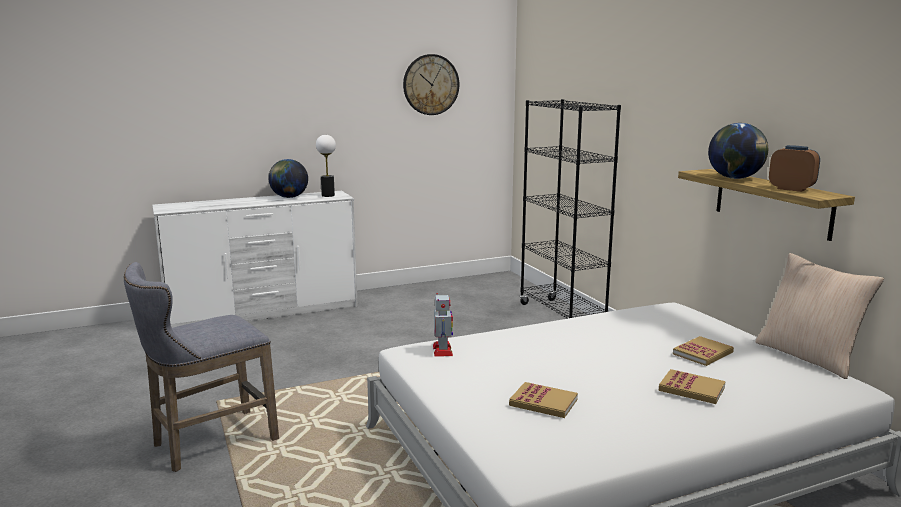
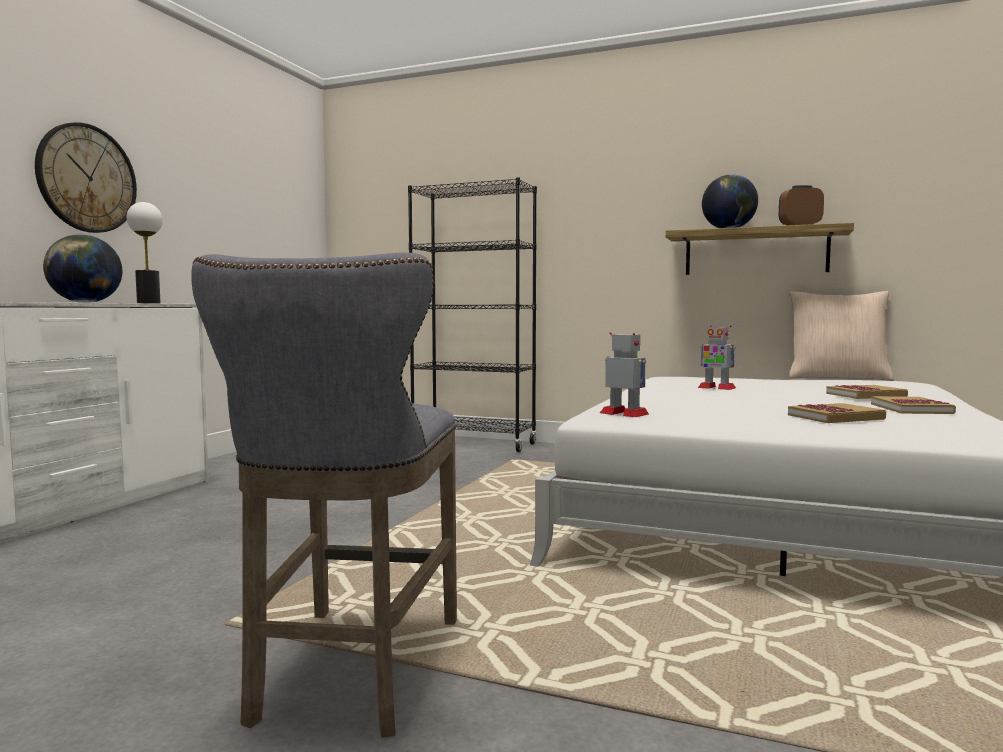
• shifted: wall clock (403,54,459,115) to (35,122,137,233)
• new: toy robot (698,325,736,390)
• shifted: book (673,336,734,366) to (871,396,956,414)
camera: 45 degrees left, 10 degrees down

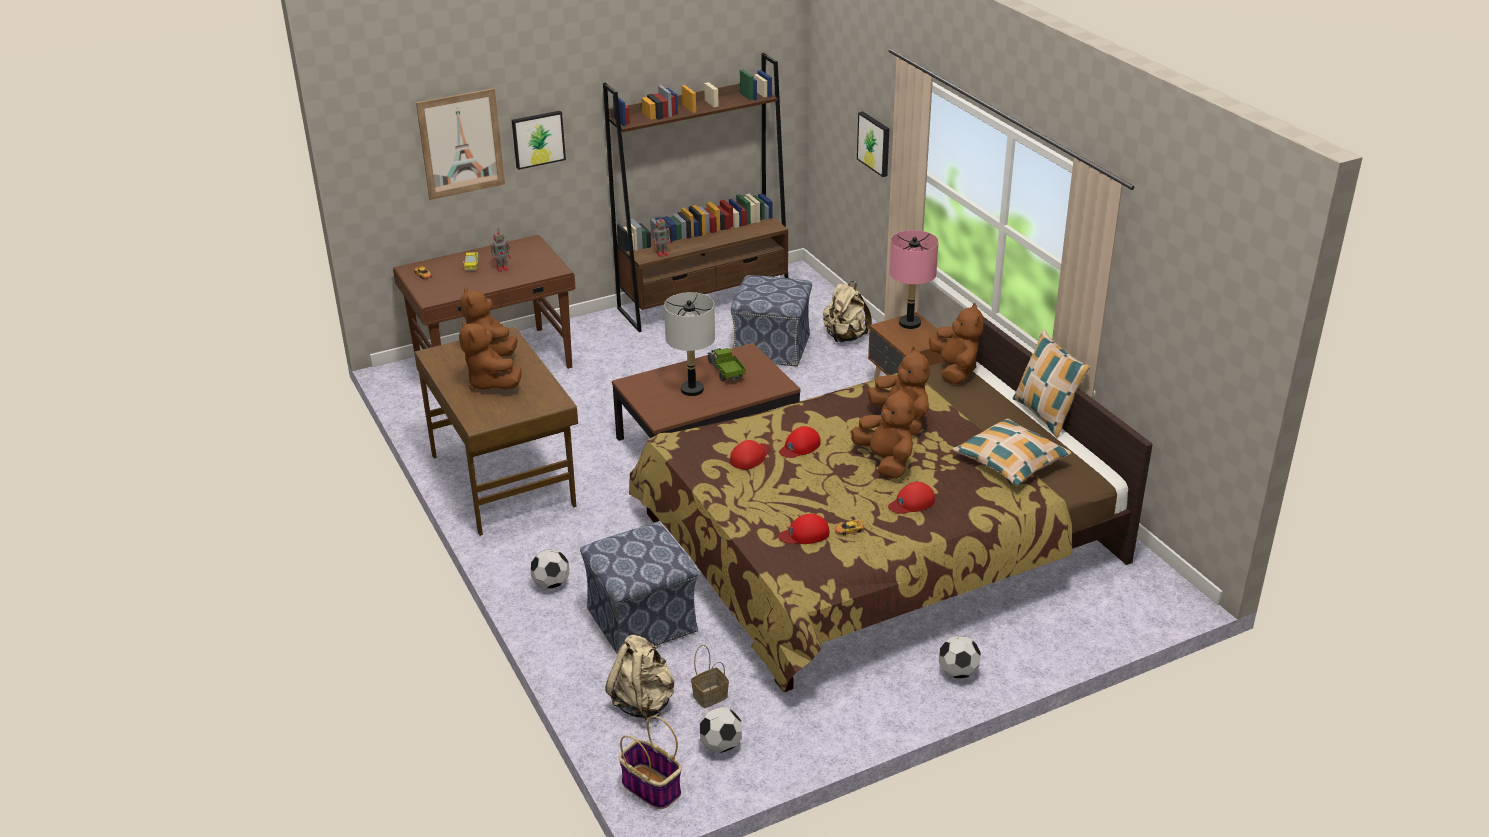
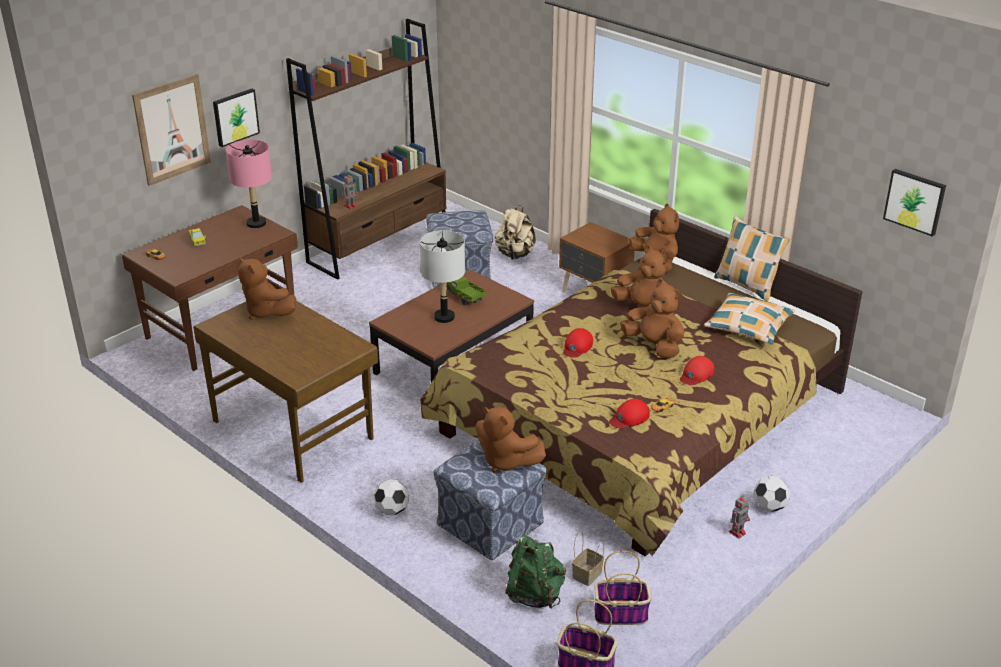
• shifted: pink table lamp (889,230,939,329) to (226,139,272,228)
• shifted: brown plush toy (459,321,522,391) to (475,406,546,473)
• repainted: beige backpack (605,635,674,721) to green backpack (505,535,566,608)
• swapped: football (700,707,742,753) to basket (594,550,652,625)
• shifted: toy robot (491,231,511,272) to (729,495,750,539)
• shifted: picture (857,112,889,177) to (883,169,946,237)
• gone: red cap (730,440,770,470)
camera: 20 degrees left, 0 degrees up

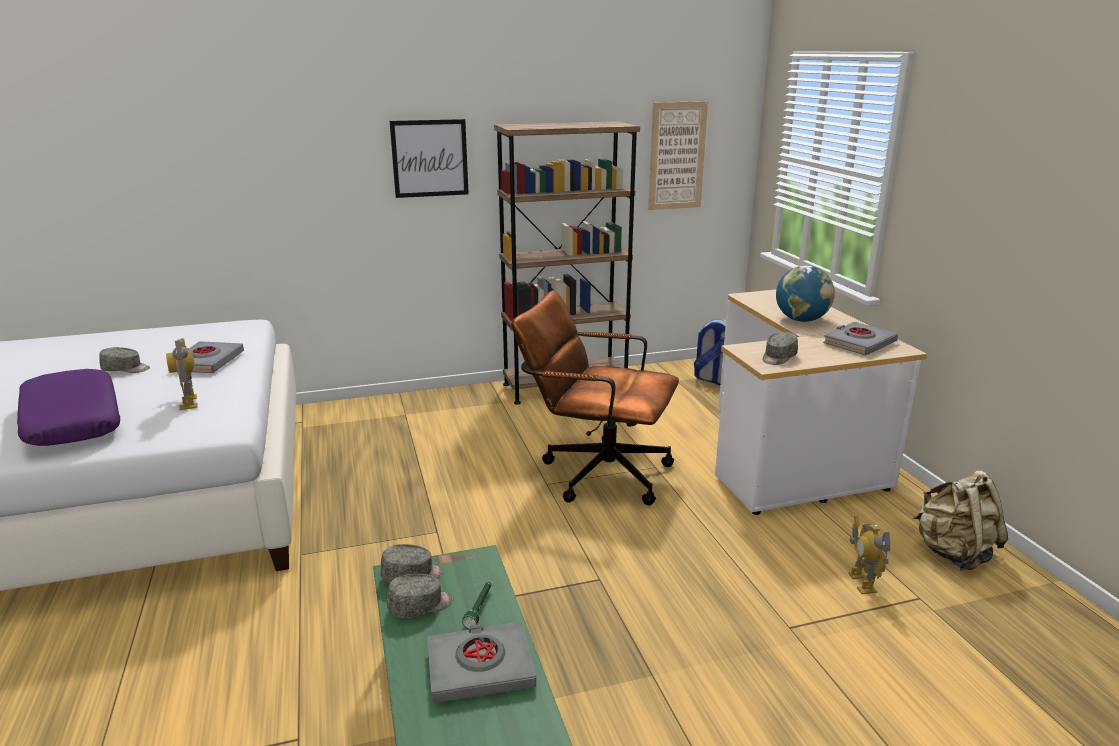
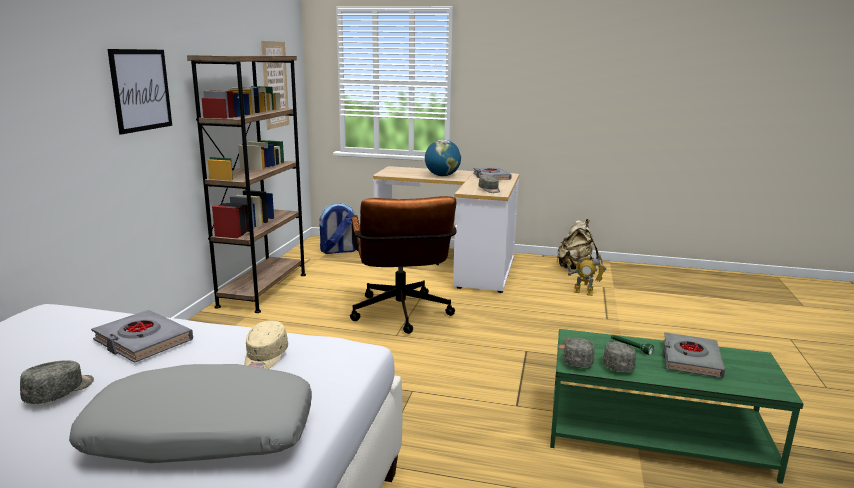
• repainted: purple pillow (17,369,120,446) to grey pillow (69,364,312,463)
• swapped: toy robot (166,338,197,410) to beige cap (244,320,288,369)
• rotated: brown office chair (511,290,679,505) = (350,196,457,334) 60 degrees counterclockwise
camera: 60 degrees left, 5 degrees down

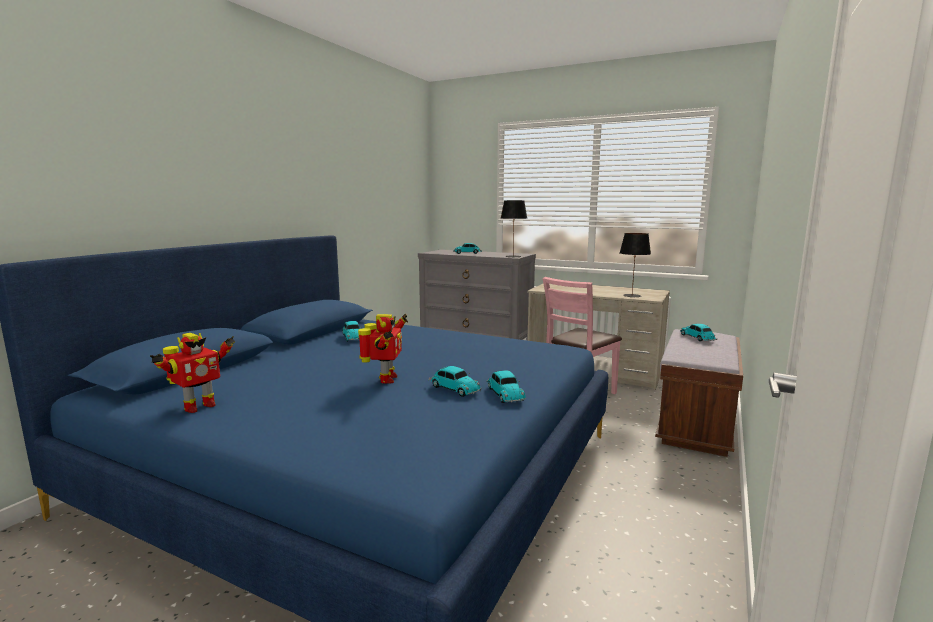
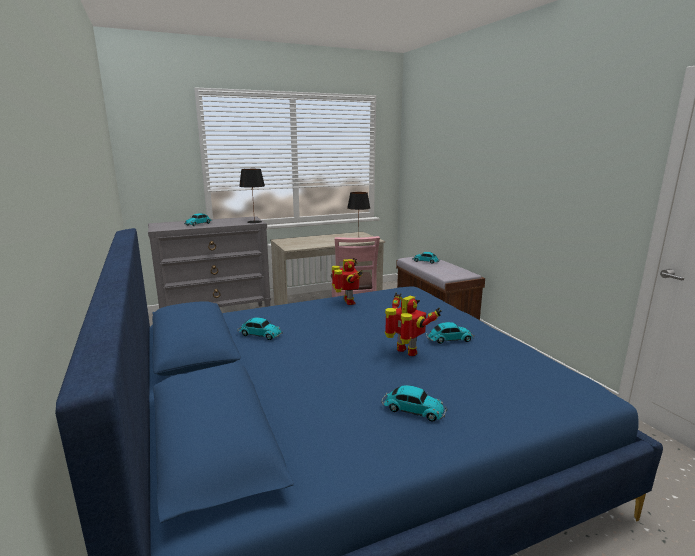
• shifted: toy robot (150,333,235,413) to (332,258,363,305)
• shifted: toy car (486,370,526,403) to (381,385,447,422)
camera: 50 degrees left, 5 degrees up

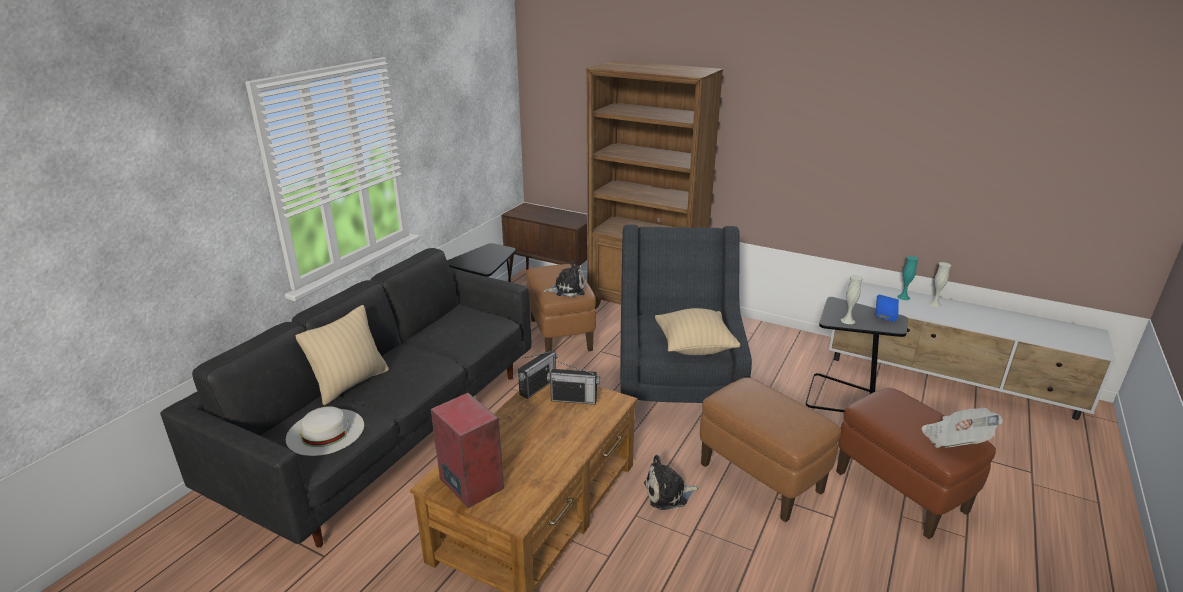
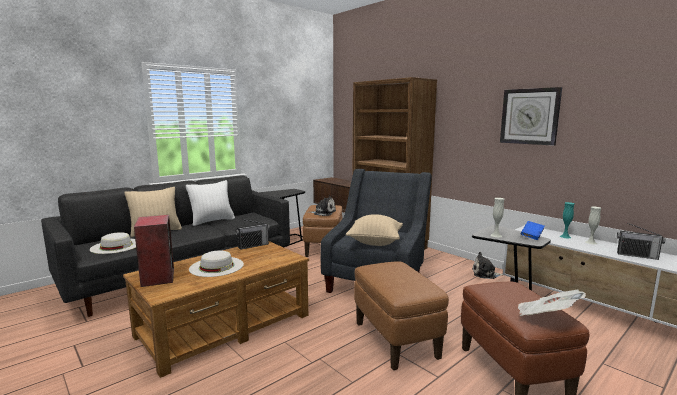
• new: white pillow (186,180,235,226)
• new: white hat (189,251,244,277)
• shifted: plush toy (644,455,699,510) to (472,252,502,279)
• new: wall clock (500,87,562,146)
• shifted: radio (547,360,600,404) to (617,222,665,260)
camera: 20 degrees right, 15 degrees down

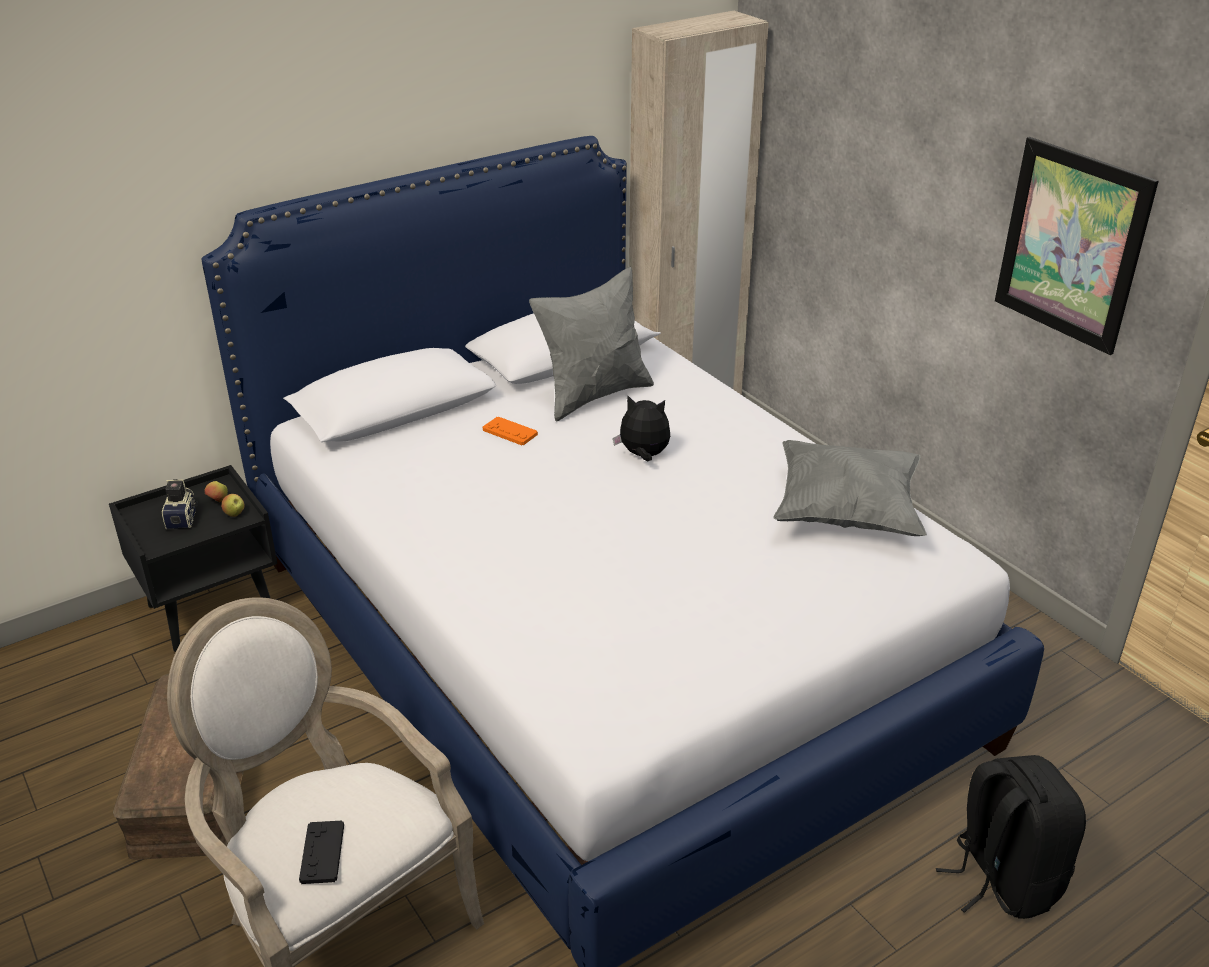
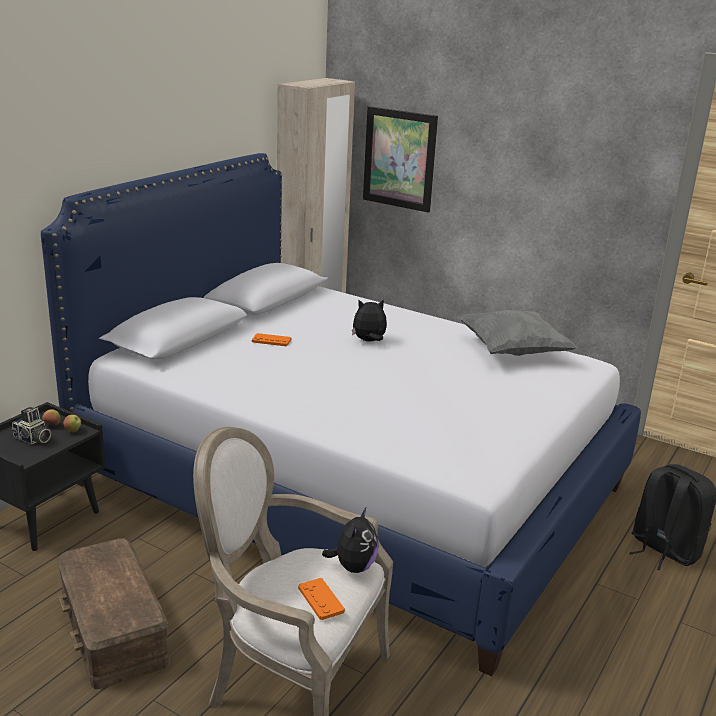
• rotated: photo camera (162,479,198,529) = (11,407,51,444) 150 degrees clockwise
• repainted: black game controller (299,821,344,884) to orange game controller (298,578,345,620)
• new: plush toy (322,508,379,573)
• shifted: picture (995,137,1159,355) to (363,106,438,213)
• gone: grey pillow (529,266,654,421)
camera: 25 degrees left, 10 degrees down

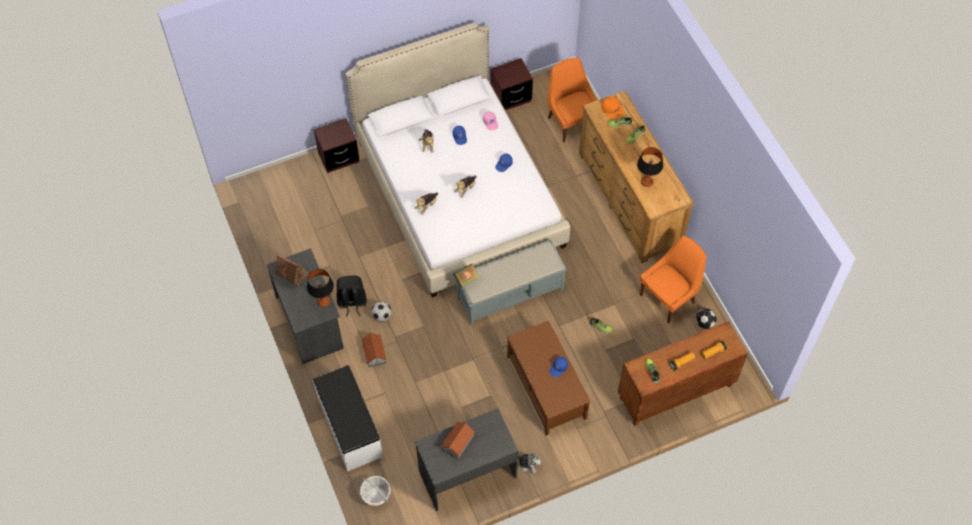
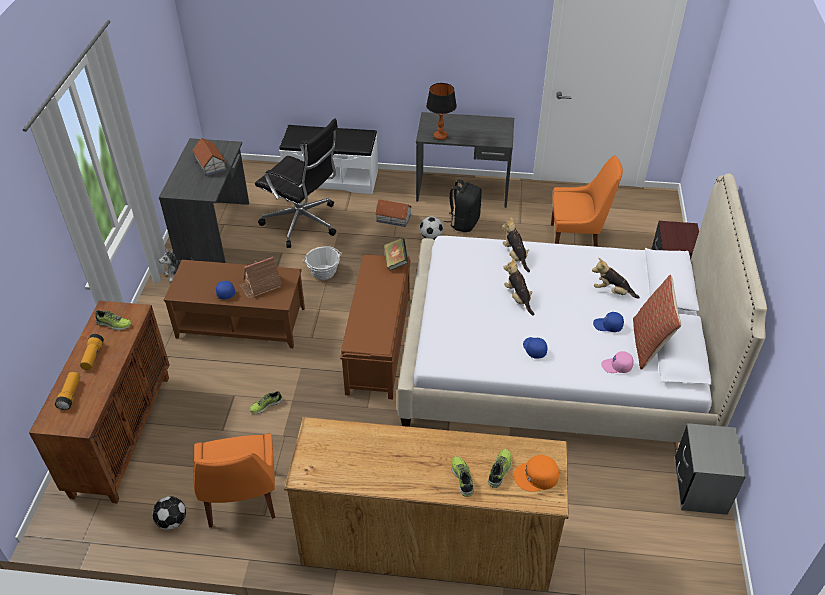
• shifted: toy house (275,255,309,286) to (240,256,282,299)
• new: black office chair (255,119,338,248)
• shifted: basket (360,476,390,506) to (303,246,342,280)
• repainted: grey bench (456,240,567,325) to brown bench (340,255,411,399)
• shifted: orange chair (547,57,597,143) to (551,155,623,247)
• new: pillow (633,275,682,370)
• repainted: brown nightstand (490,58,533,111) to grey nightstand (675,423,746,515)
• gone: table lamp (637,147,663,187)
camera: 120 degrees right, 15 degrees down

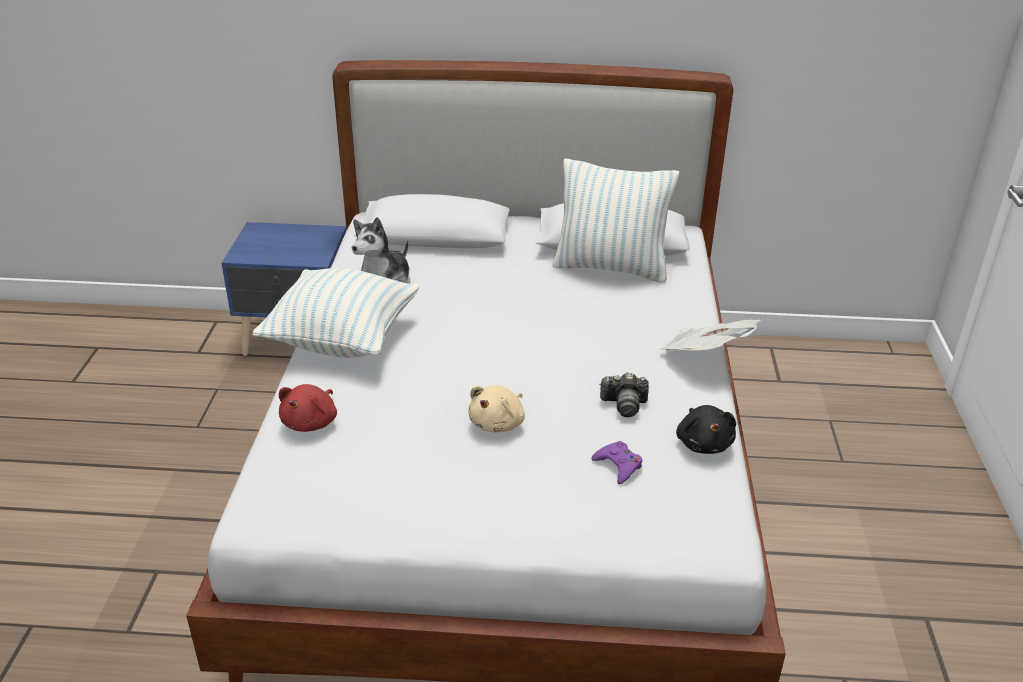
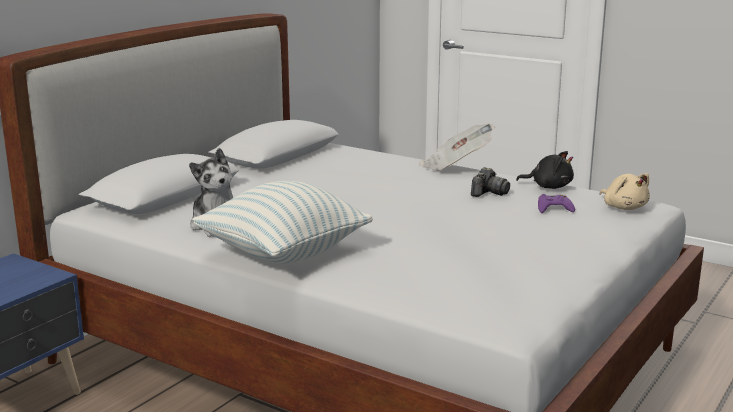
• shifted: beige plush toy (468,385,525,432) to (600,173,650,210)
• gone: red plush toy (279,384,337,432)
• gone: pillow (553,159,679,282)
camera: 60 degrees left, 15 degrees down

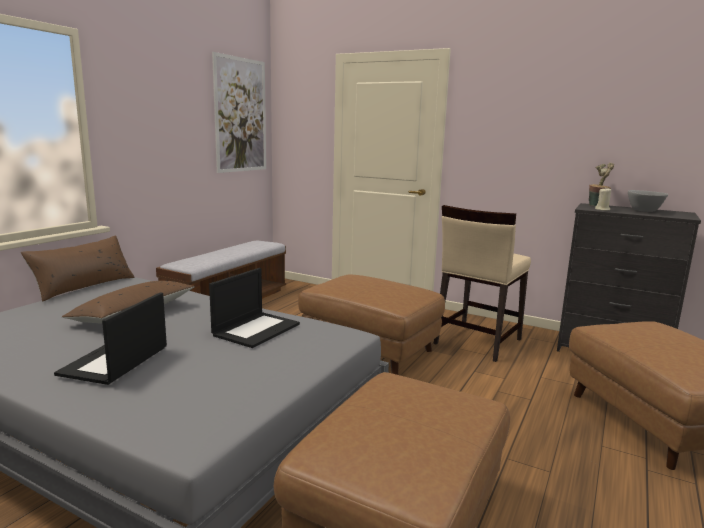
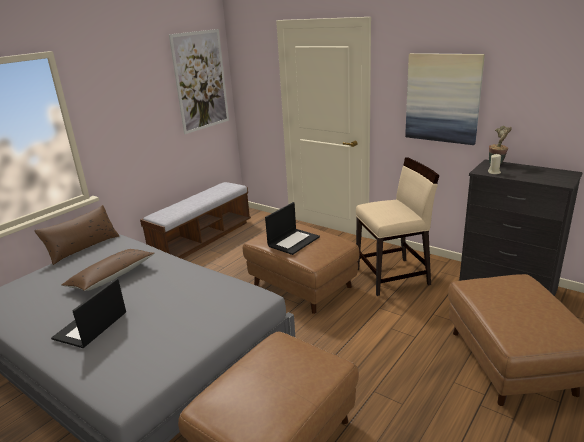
• shifted: laptop (209,268,300,348) to (265,202,320,255)
• rotated: beige chair (434,205,531,362) = (356,158,439,296) 150 degrees counterclockwise
• new: picture (405,53,485,145)
• gone: grey bowl (628,190,668,212)
camera: 10 degrees right, 10 degrees up

